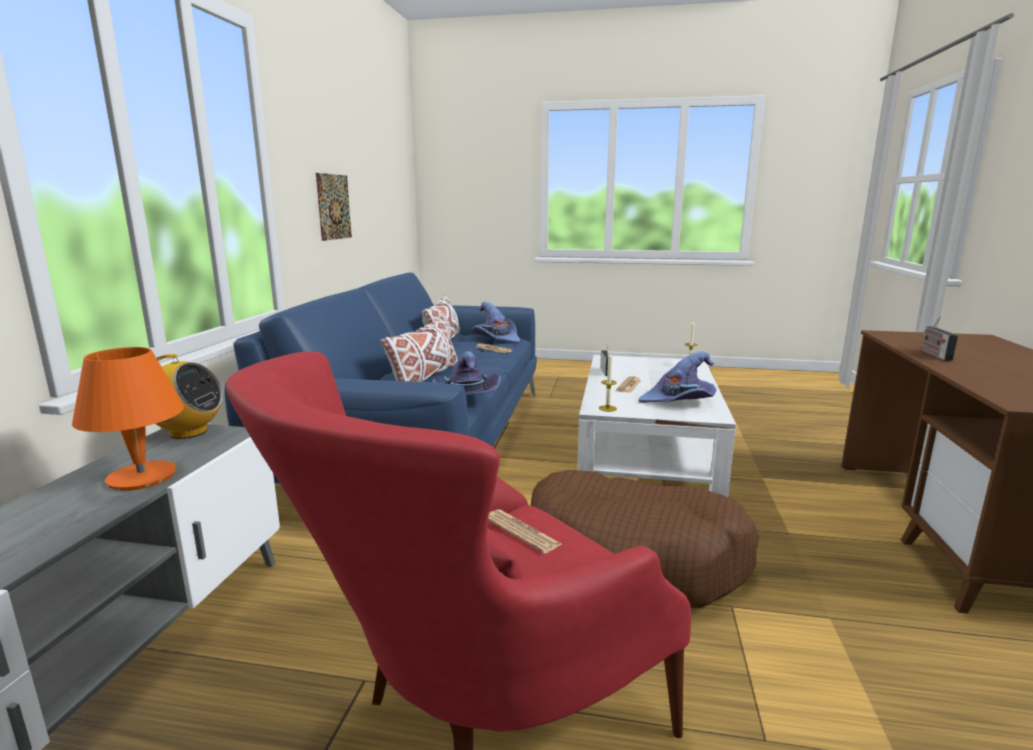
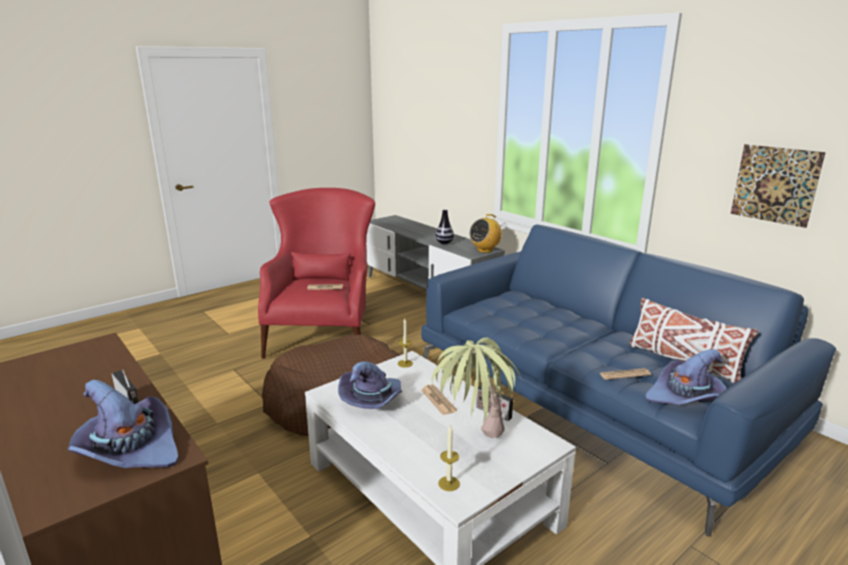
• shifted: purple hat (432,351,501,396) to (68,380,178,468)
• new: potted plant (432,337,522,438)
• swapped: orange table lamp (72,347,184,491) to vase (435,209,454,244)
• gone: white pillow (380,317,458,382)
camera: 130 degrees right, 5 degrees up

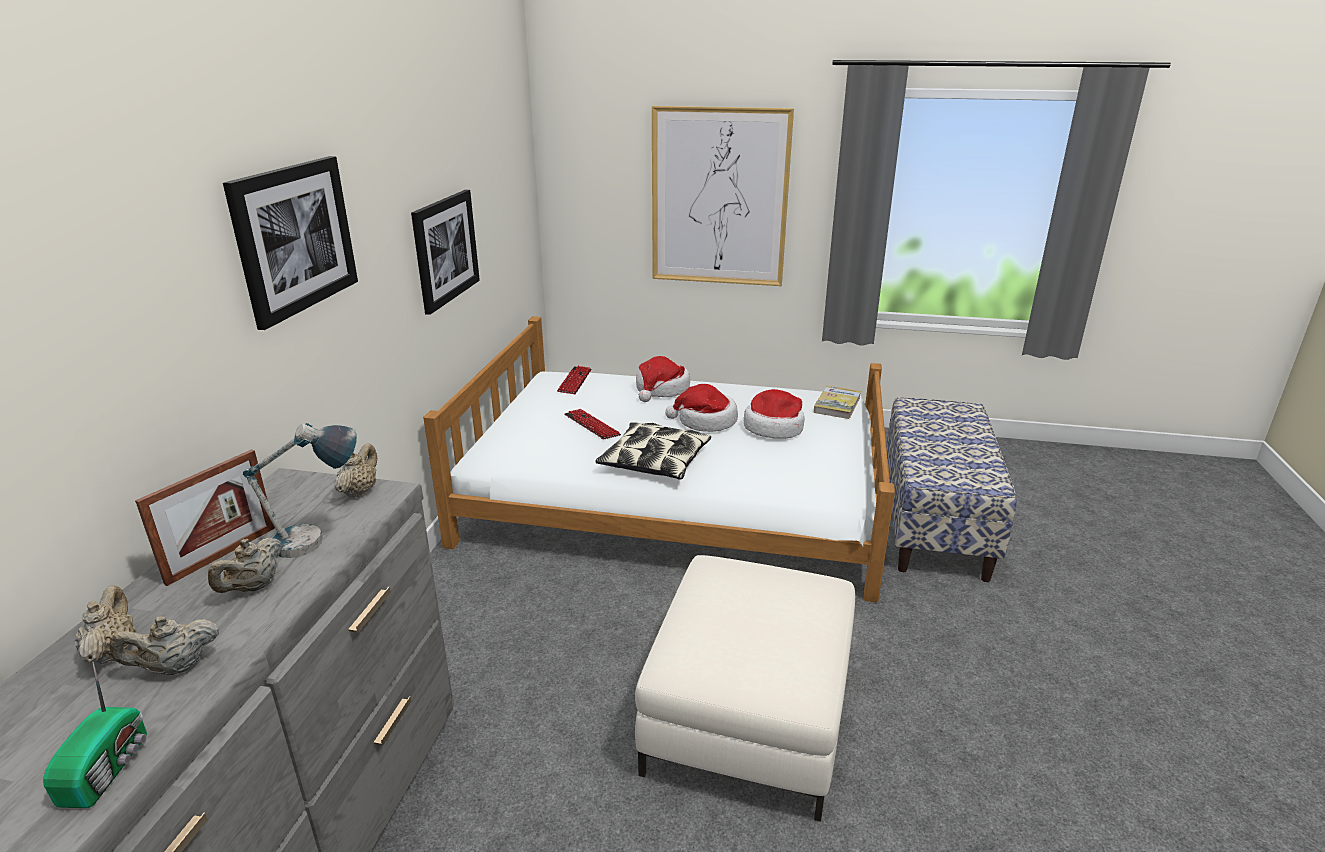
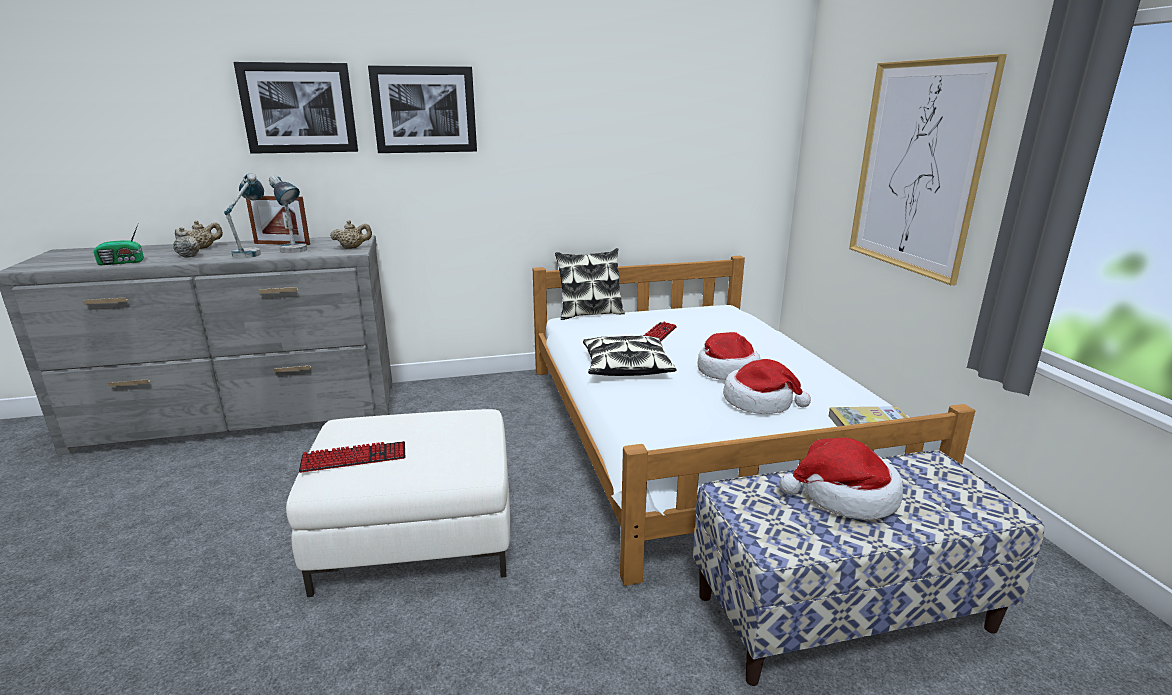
• swapped: beige teapot (208,538,283,593) to table lamp (224,173,264,258)
• shifted: picture (411,190,480,315) to (234,62,358,154)
• shifted: keyboard (557,366,591,394) to (299,441,405,473)
• new: pillow (555,248,625,320)
• shifted: hat (636,356,690,402) to (780,438,903,519)
camera: 65 degrees right, 5 degrees down

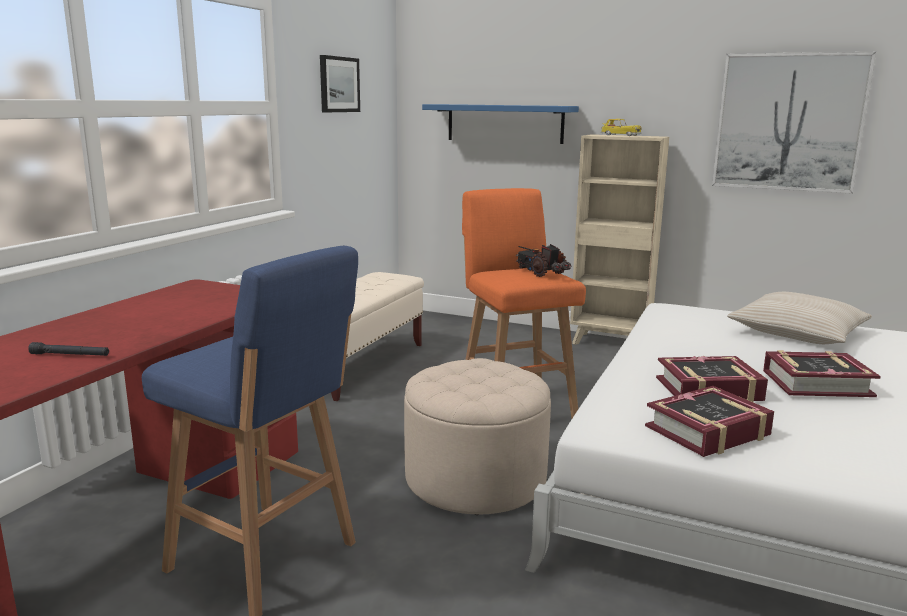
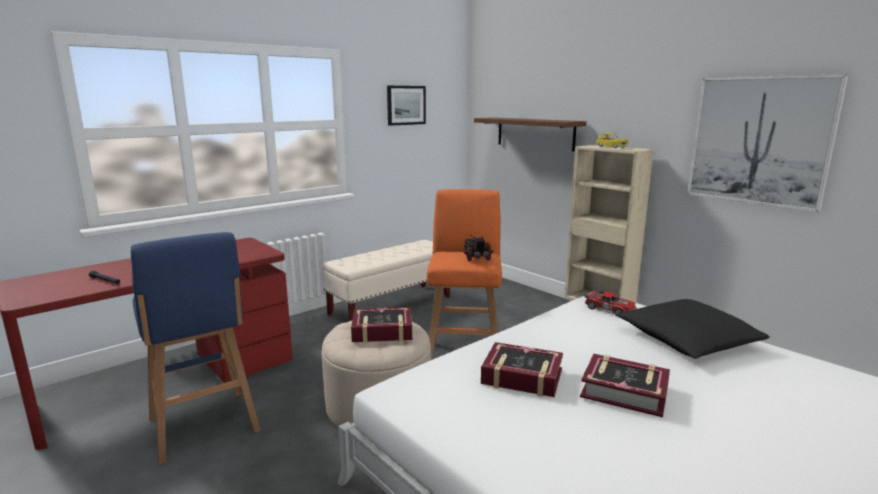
• shifted: book (645,386,774,457) to (351,307,412,343)
• repainted: blue shelf (422,104,579,144) to brown shelf (474,117,586,151)
• new: toy car (584,289,637,316)
• repainted: beige pillow (727,292,872,344) to black pillow (617,299,770,359)
camera: 25 degrees right, 0 degrees up

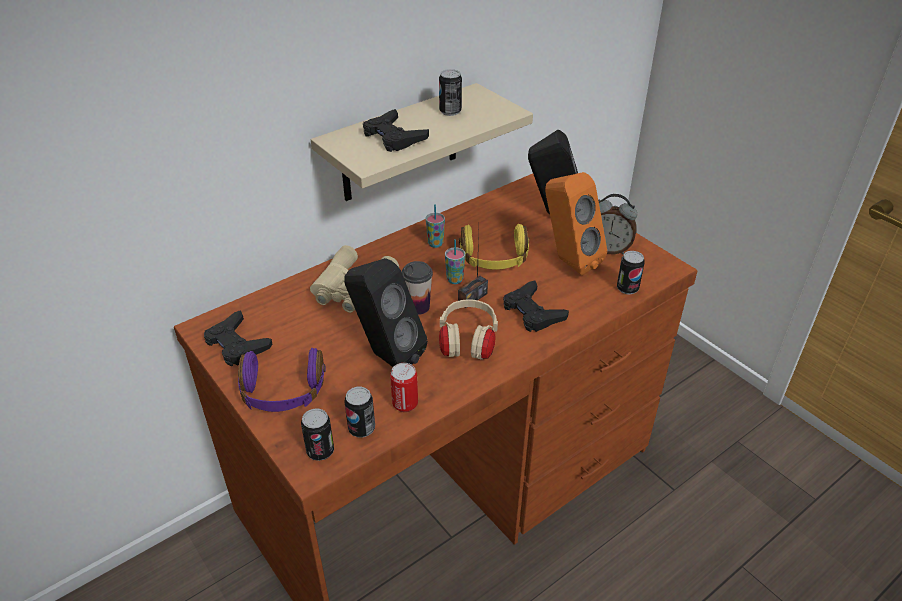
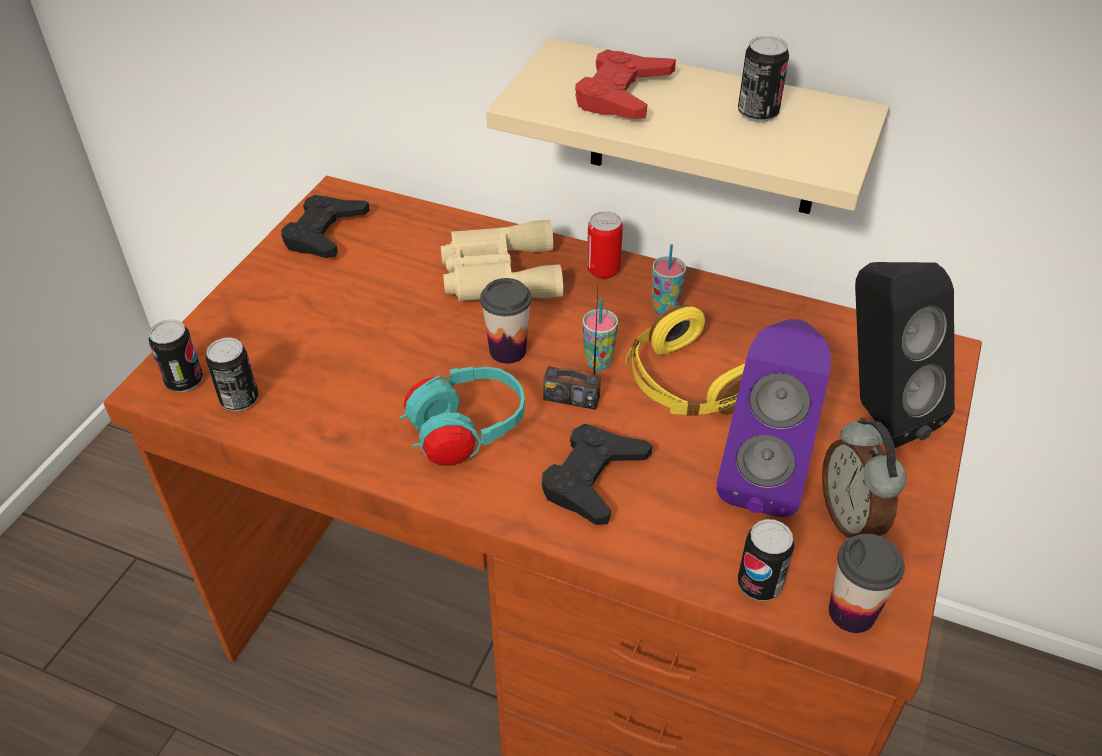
• repainted: beige headphones (439,299,498,360) to turquoise headphones (400,366,525,465)
• repainted: black game controller (363,109,429,152) to red game controller (575,49,676,119)
• shifted: can (390,363,418,412) to (587,211,623,279)
• repainted: orange speaker (545,172,607,275) to purple speaker (716,319,831,517)
• new: cup (829,534,905,633)
• gone: purple headphones (238,348,326,412)
• gone: black speaker (344,258,428,367)
camera: 60 degrees right, 5 degrees up

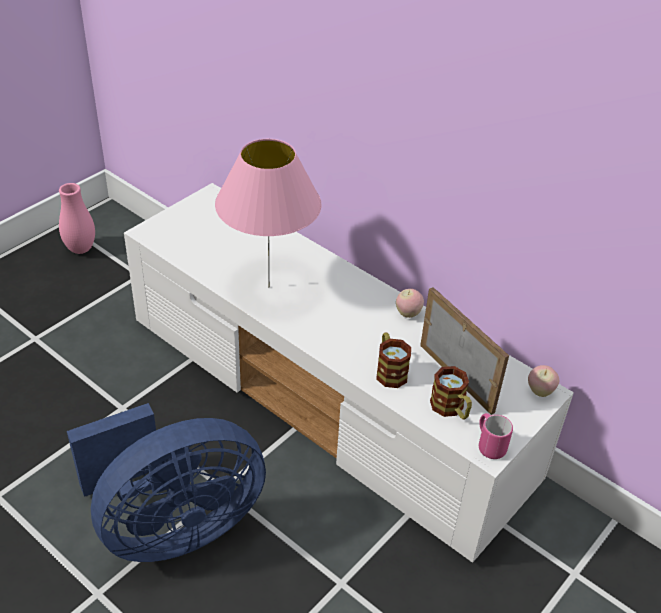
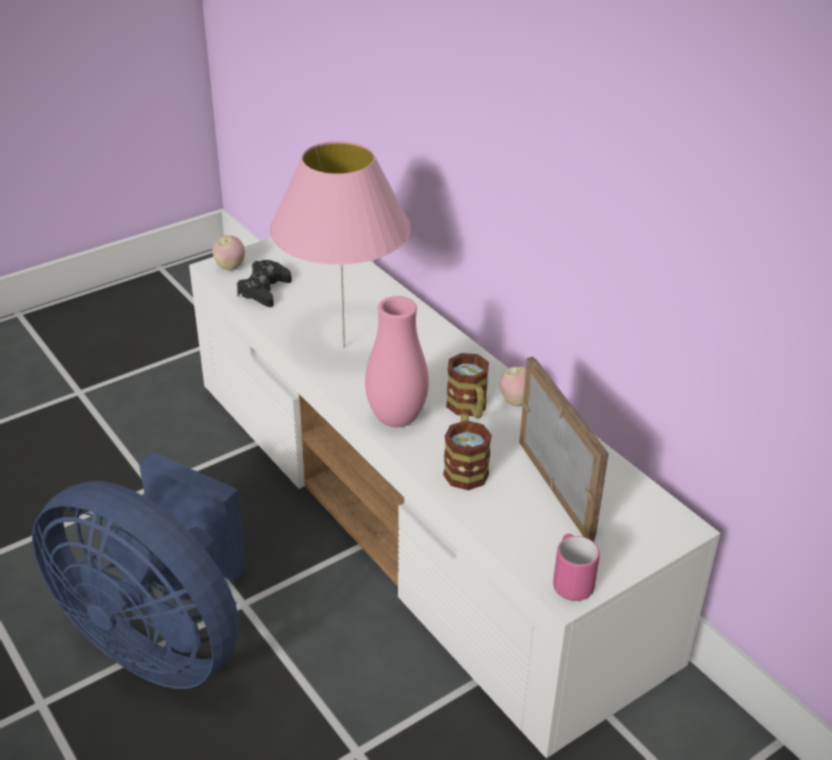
• rotated: blue fan (67,403,266,562) = (32,452,246,689) 45 degrees clockwise
• shifted: apple (528,365,559,397) to (212,235,245,270)
• new: black game controller (237,260,292,307)
• shifted: pink vase (59,183,95,254) to (365,296,429,427)
• shifted: mug (430,366,472,420) to (446,353,489,419)
camera: 15 degrees right, 5 degrees down

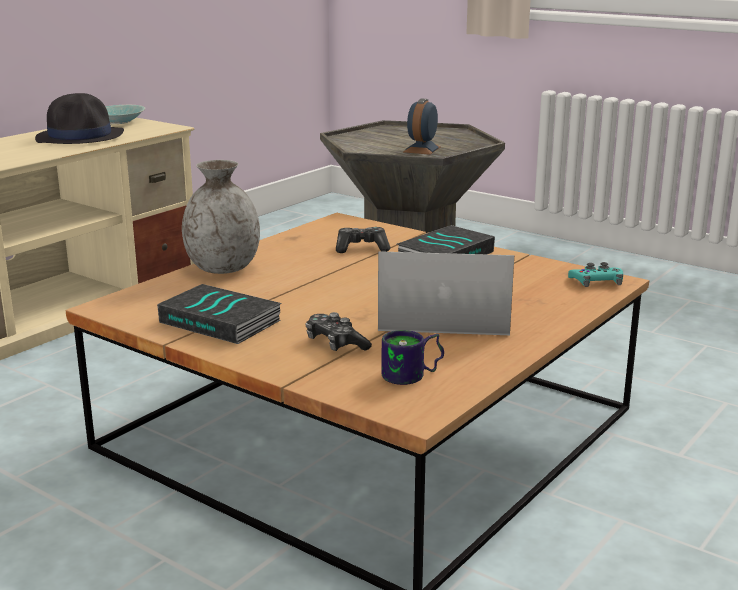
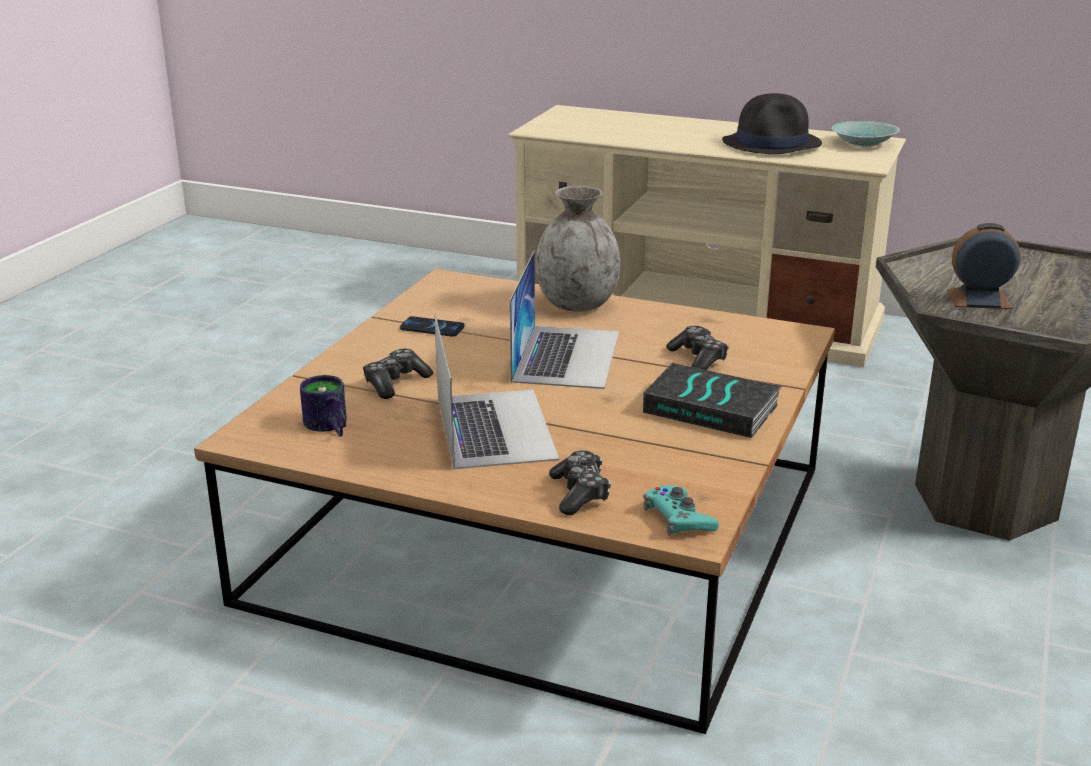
• swapped: book (157,284,282,344) to phone (400,316,465,336)
• new: laptop (510,251,619,389)
• new: game controller (549,450,611,515)
camera: 75 degrees right, 5 degrees up

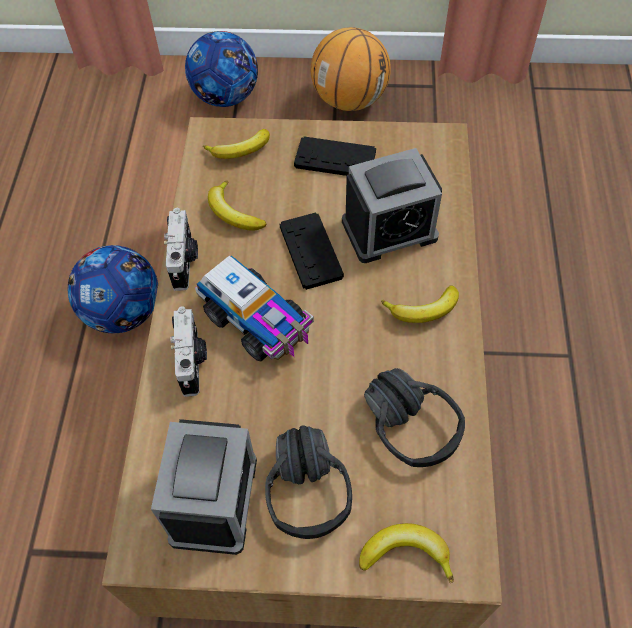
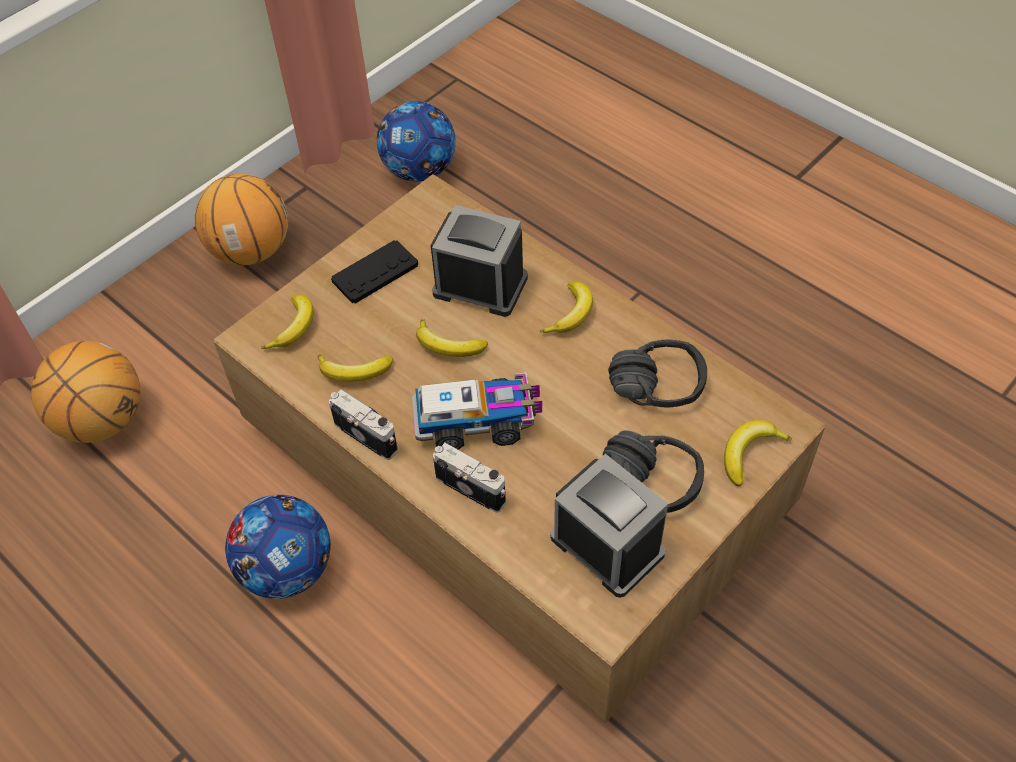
• new: basketball (31,341,140,443)
• shifted: football (185,31,258,107) to (377,101,456,182)
• swapped: black game controller (280,212,344,290) to banana (416,319,488,357)
• rotated: alarm clock (342,148,442,263) = (431,205,528,317) 90 degrees counterclockwise
camera: 50 degrees left, 5 degrees down

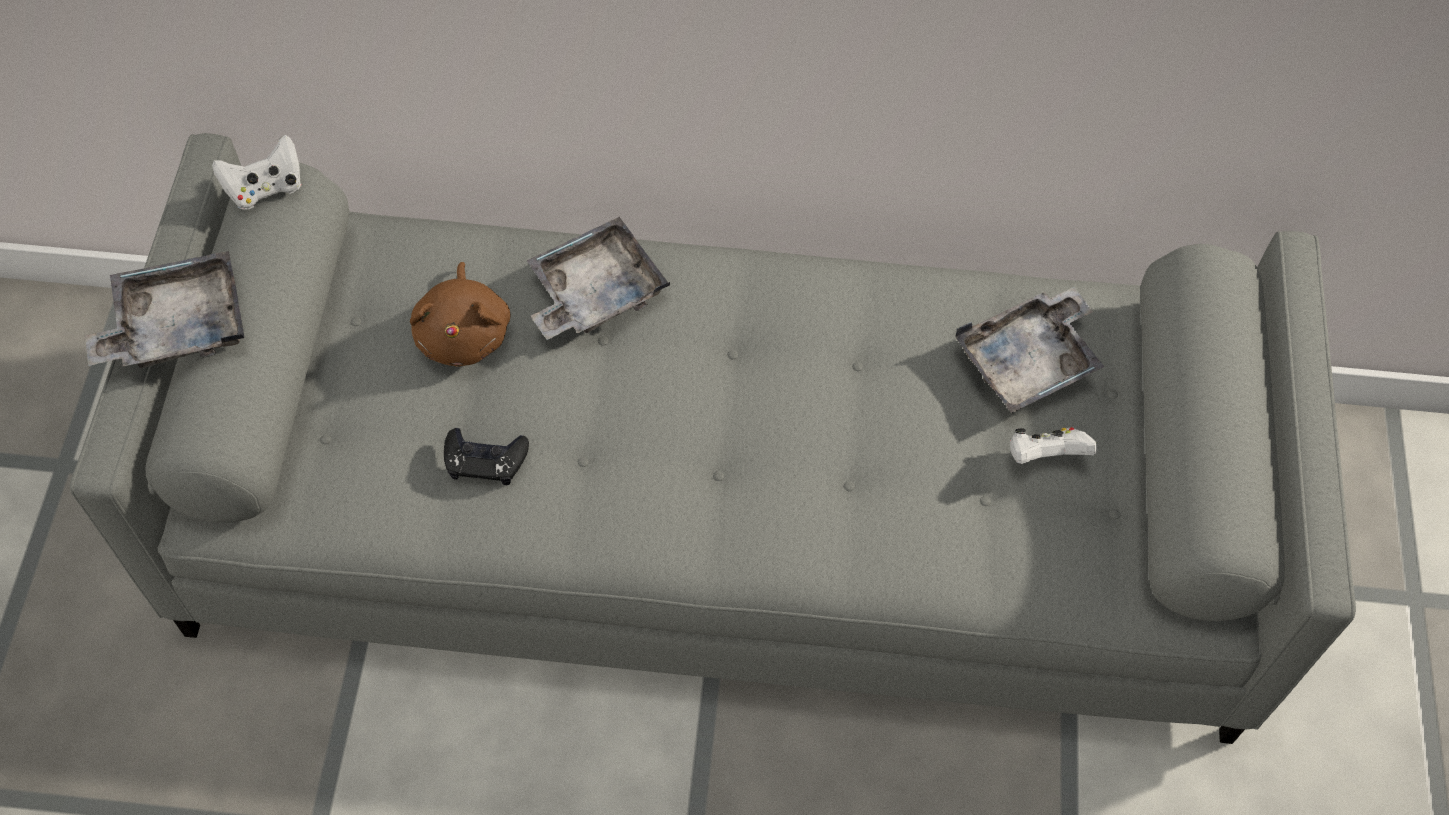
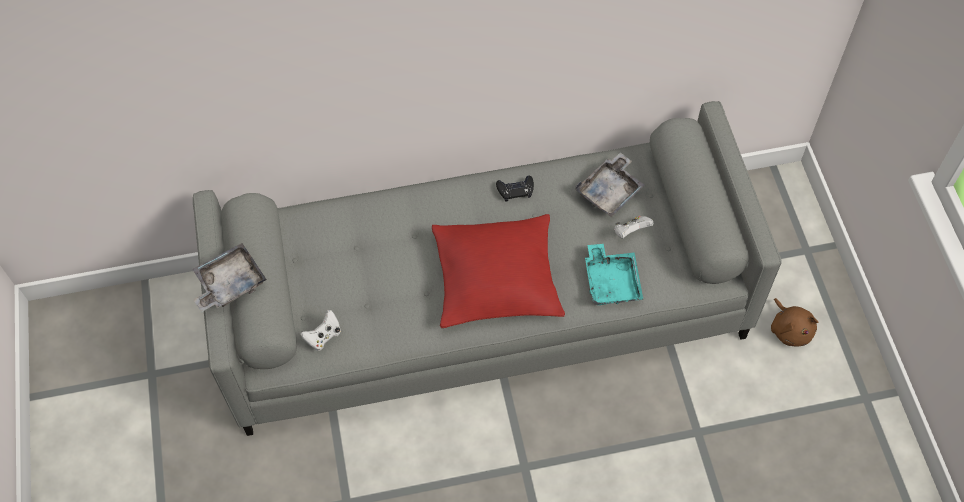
• shifted: white game controller (212,135,301,210) to (300,310,341,351)
• new: red pillow (432,214,565,328)
• shifted: black game controller (444,428,529,485) to (496,175,534,202)
• new: turquoise tray (585,244,643,305)
• shifted: brown plush toy (410,262,511,367) to (771,298,818,346)
• gone: grey tray (527,217,670,340)
camera: 15 degrees left, 0 degrees up

